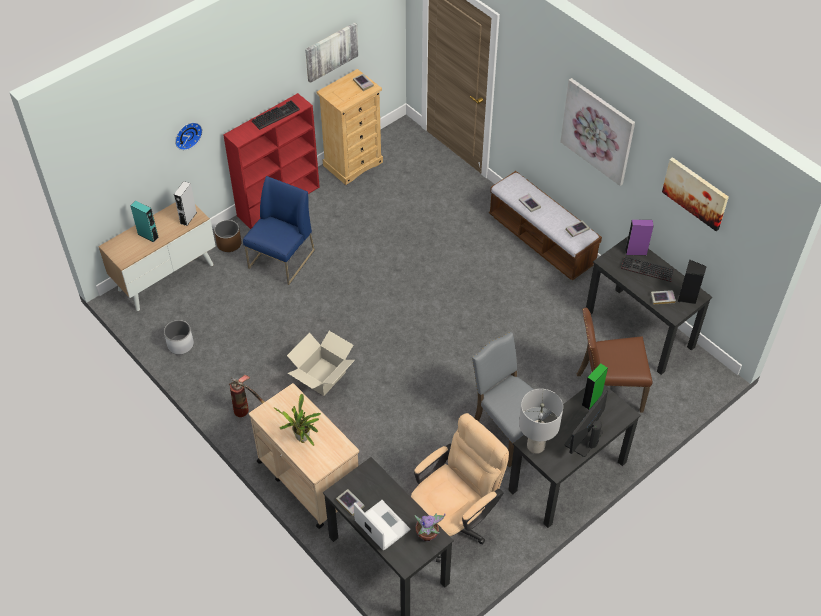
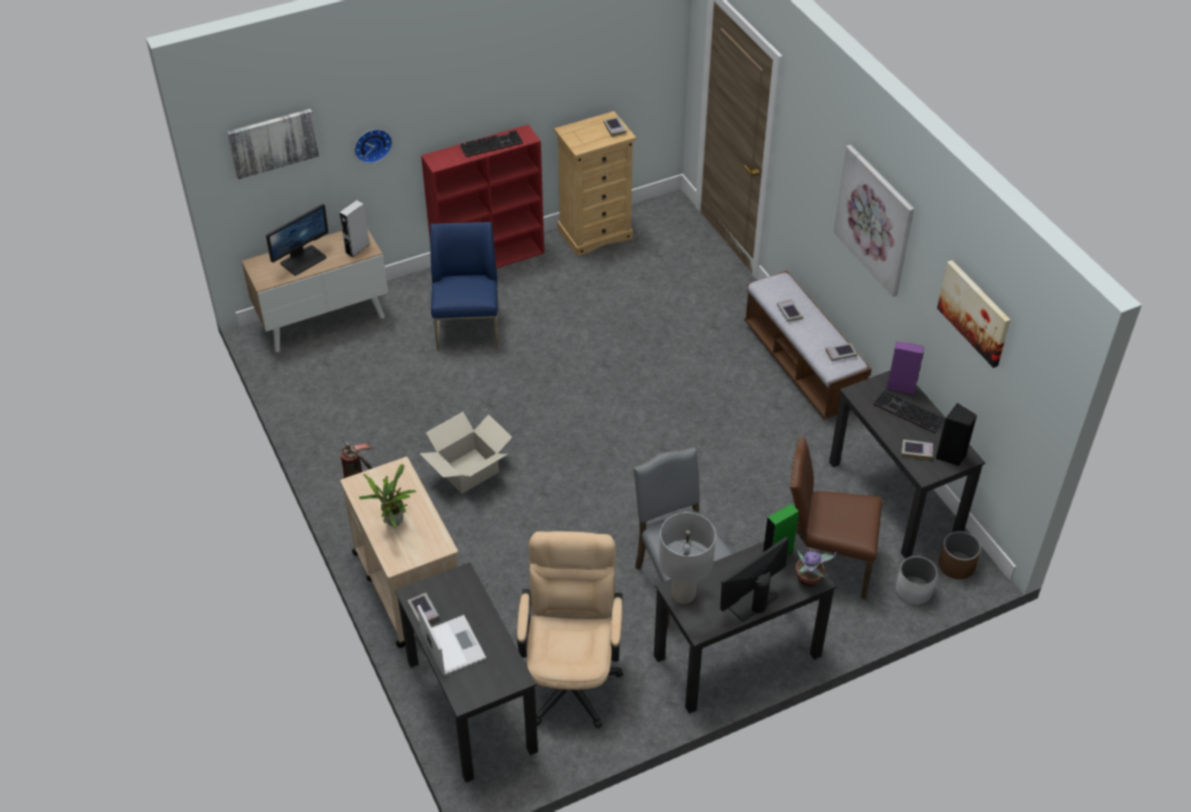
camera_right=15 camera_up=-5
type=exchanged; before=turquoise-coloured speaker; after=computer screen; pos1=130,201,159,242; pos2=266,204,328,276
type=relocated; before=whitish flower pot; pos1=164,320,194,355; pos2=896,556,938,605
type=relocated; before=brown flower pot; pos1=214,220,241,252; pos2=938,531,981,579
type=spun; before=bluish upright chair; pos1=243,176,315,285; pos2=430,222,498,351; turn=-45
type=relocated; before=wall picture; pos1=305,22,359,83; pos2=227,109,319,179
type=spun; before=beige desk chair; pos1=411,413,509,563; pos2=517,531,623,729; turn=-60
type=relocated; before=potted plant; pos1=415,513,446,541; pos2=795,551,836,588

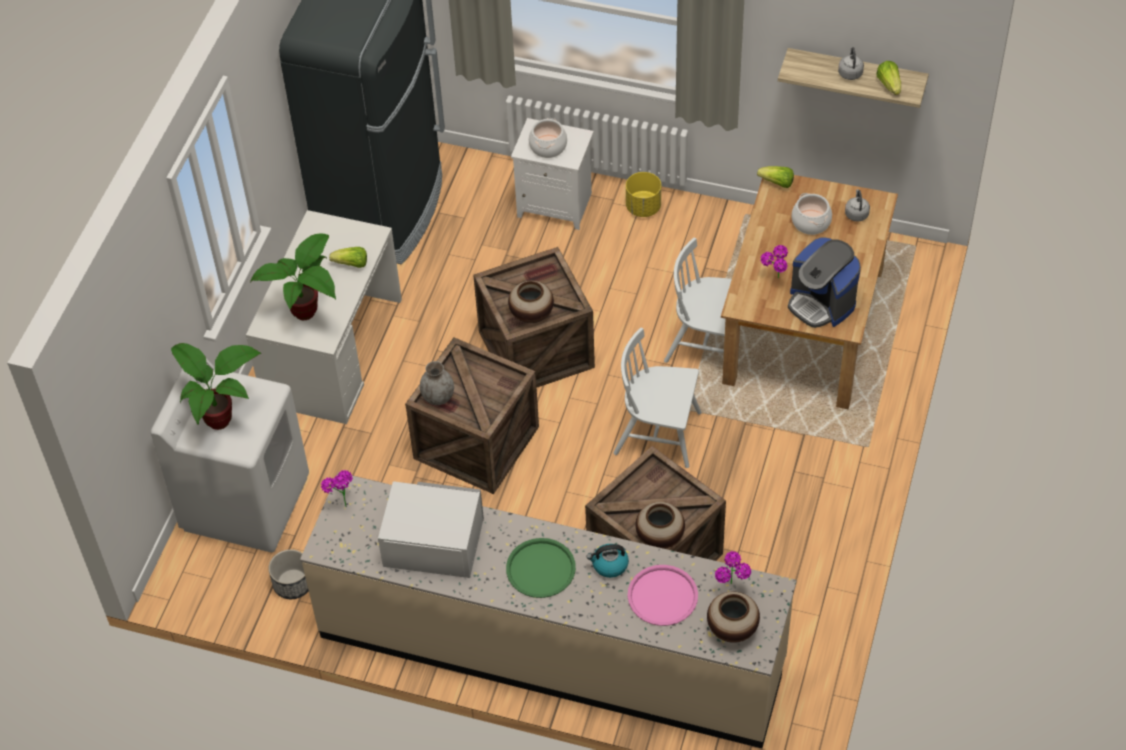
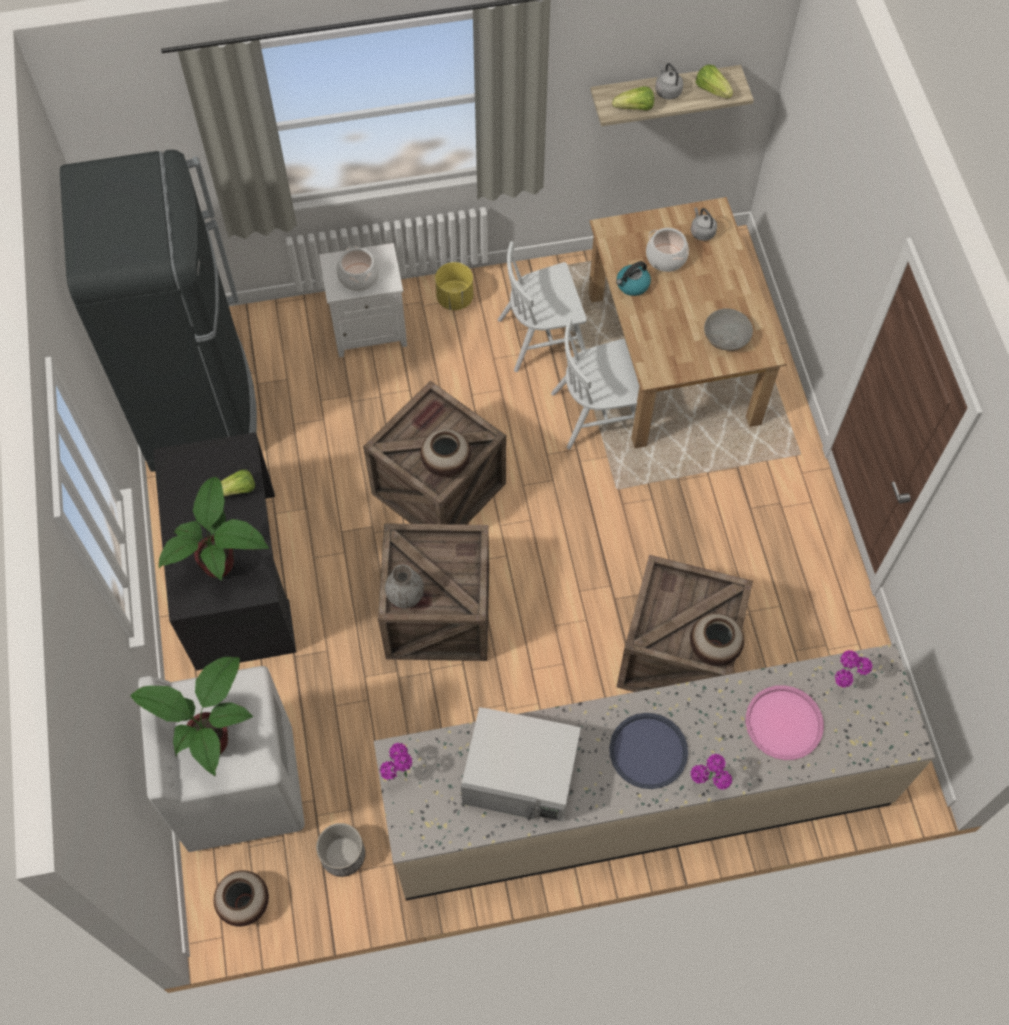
camera_right=-30 camera_up=10
type=colour; before=whitish desk table; after=black desk table; pos1=246,210,402,424; pos2=153,432,296,671
type=spun; before=whitish kitchen microwave; pos1=378,481,484,578; pos2=461,707,581,821; turn=-150
type=colour; before=green serving tray; after=bluish serving tray; pos1=506,538,576,598; pos2=609,713,688,789
type=relocated; before=water kettle; pos1=587,544,629,578; pos2=616,261,651,296
type=relocated; before=whitish upright chair; pos1=614,328,702,468; pos2=498,241,587,372
type=relocated; before=flower vase; pos1=707,592,760,643; pos2=214,870,269,927
type=relocated; before=lettuce; pos1=757,166,794,188; pos2=612,86,654,111
type=relocated; before=potted plant; pos1=761,245,788,279; pos2=691,754,732,790
type=exchanged; before=coffee machine; after=grey bowl; pos1=788,238,861,328; pos2=704,308,753,351

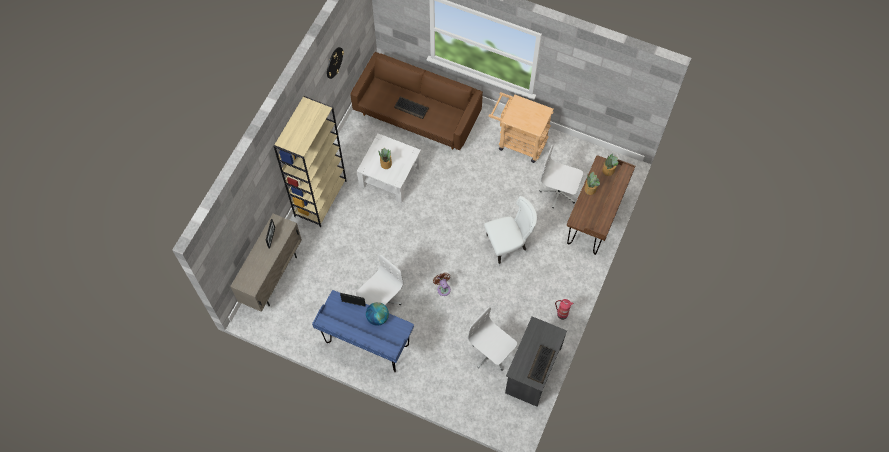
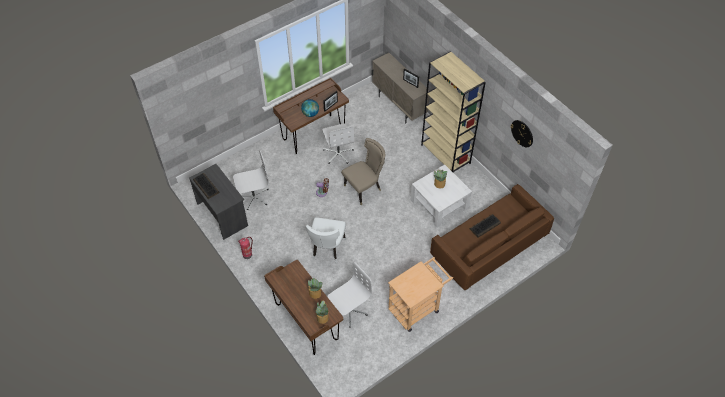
camera_right=120 camera_up=-10
type=colour; before=bluish desk table; after=brown desk table; pos1=312,290,414,372; pos2=273,78,349,154
type=appeared; after=beige upright chair; pos2=341,138,385,205

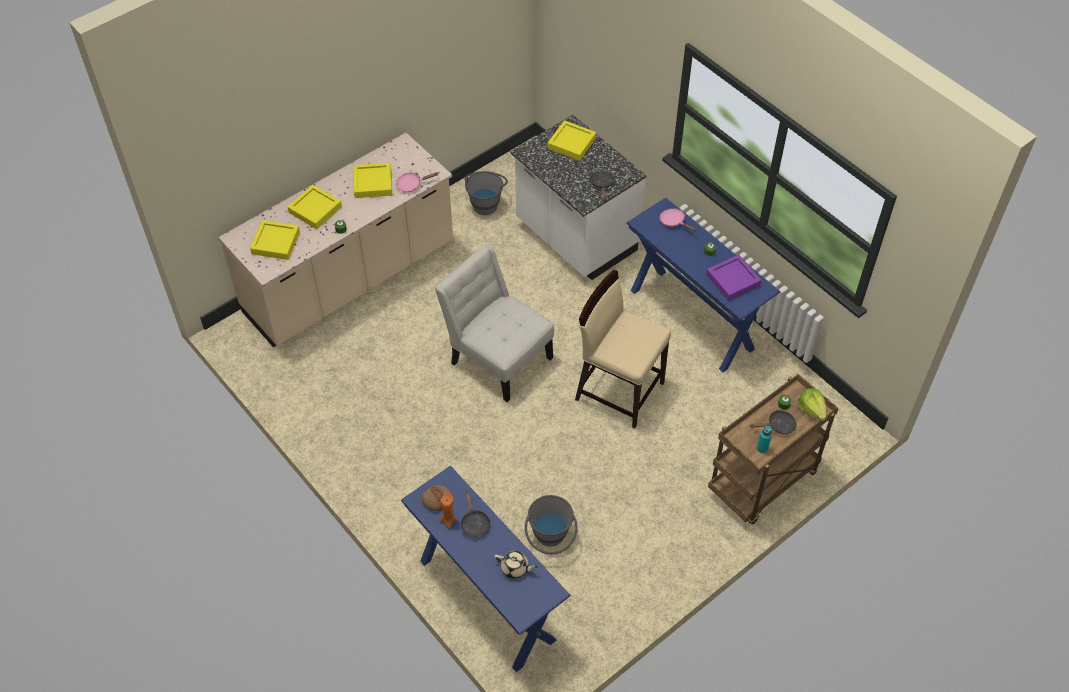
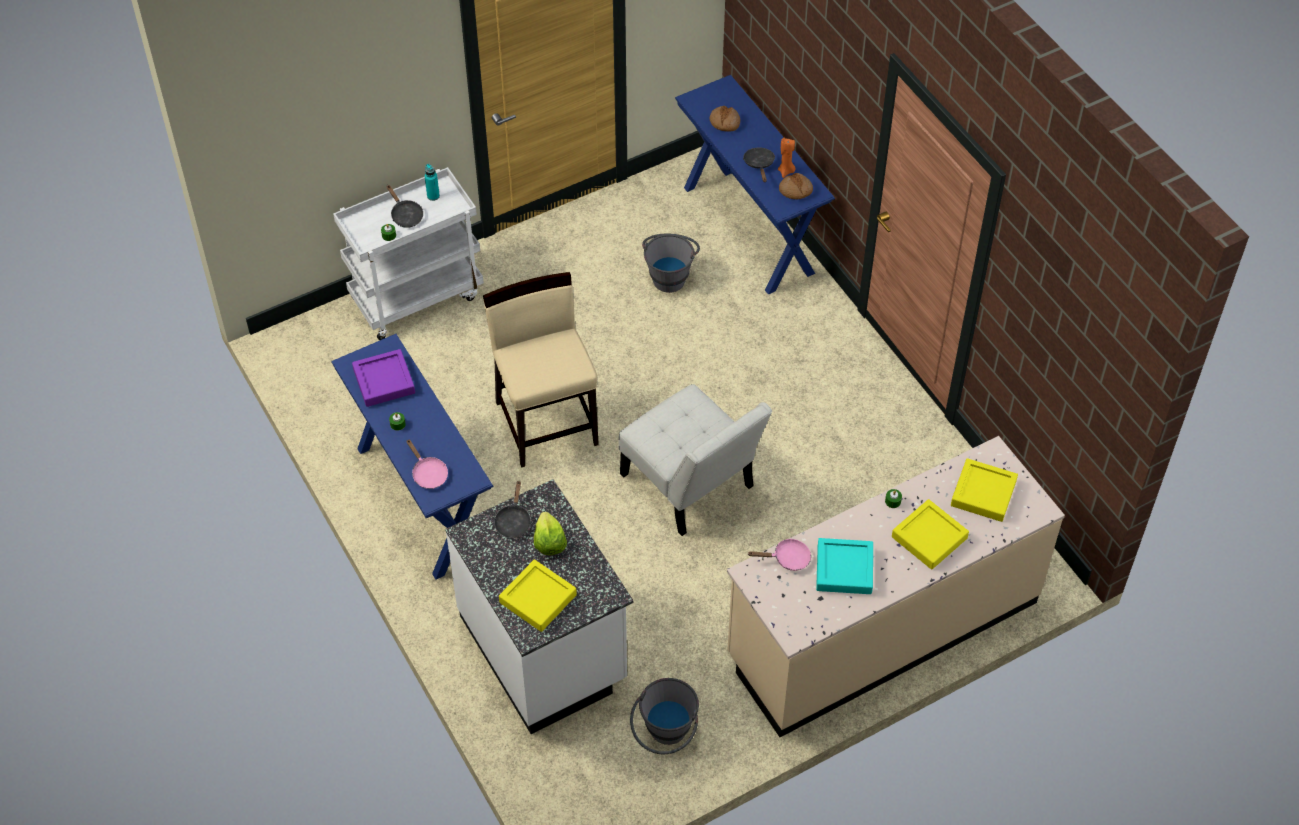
camera_right=-170 camera_up=0
type=colour; before=yellowish serving tray; after=turquoise-coloured serving tray; pos1=353,163,392,198; pos2=816,538,873,594
type=exchanged; before=beige pot for tea; after=baked bread; pos1=494,551,538,579; pos2=710,106,740,132
type=spun; before=beige upright chair; pos1=575,270,671,428; pos2=483,272,599,468; turn=-150
type=colour; before=brown wheeled cart; after=whitish wheeled cart; pos1=708,374,839,524; pos2=333,167,484,340
type=spun; before=black frying pan; pos1=750,410,797,434; pos2=387,185,423,228; turn=-120
type=relocated; before=lettuce; pos1=798,388,827,421; pos2=534,512,567,555

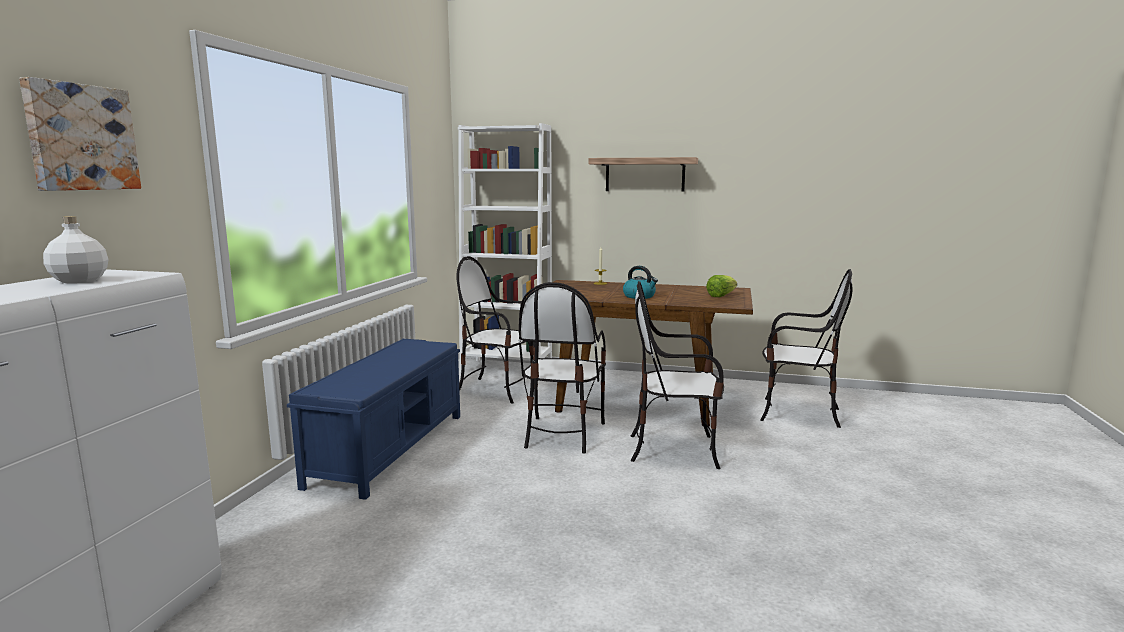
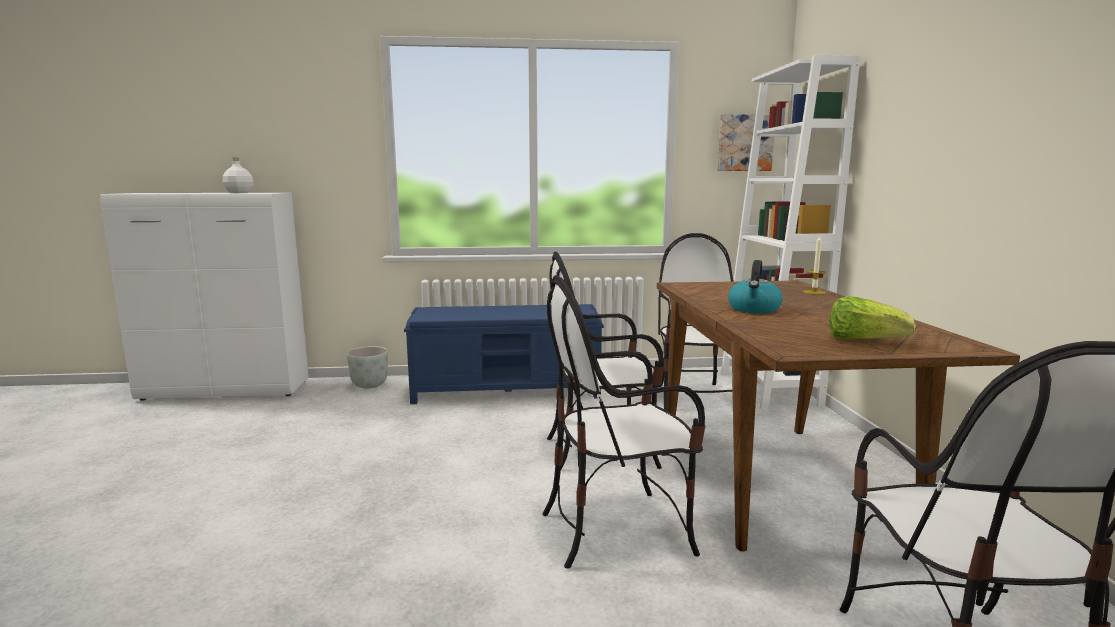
camera_right=70 camera_up=0
type=relocated; before=wall picture; pos1=19,77,141,191; pos2=718,114,774,171
type=missing; before=shelf; pos1=588,157,698,192
type=spun; before=upright chair; pos1=631,281,724,469; pos2=542,275,705,569; turn=-90
type=appeared; after=grey flower pot; pos2=347,346,388,388

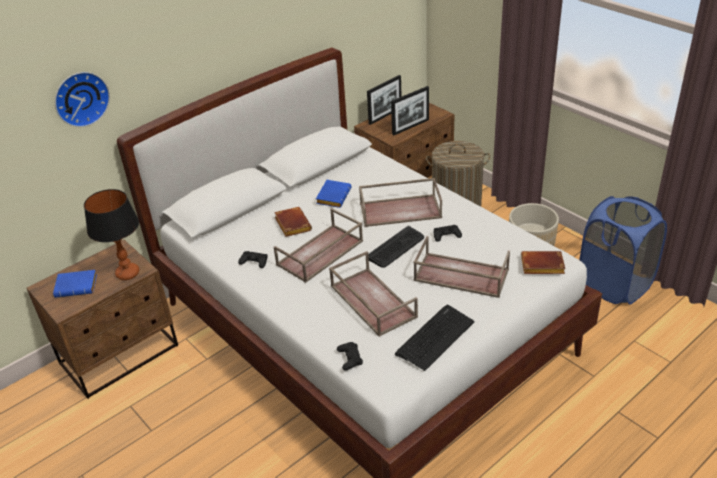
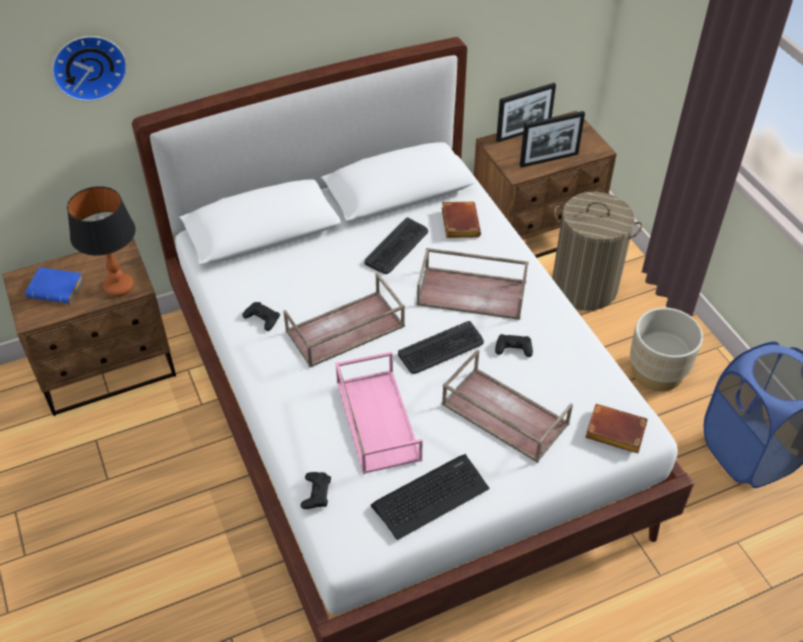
camera_right=15 camera_up=10
type=relocated; before=brown bound book; pos1=274,207,312,237; pos2=441,202,481,238
type=exchanged; before=bluish bound book; after=PC keyboard; pos1=316,180,352,208; pos2=364,218,428,274
type=colour; before=brown serving tray; after=pink-coloured serving tray; pos1=329,251,418,337; pos2=335,352,423,474

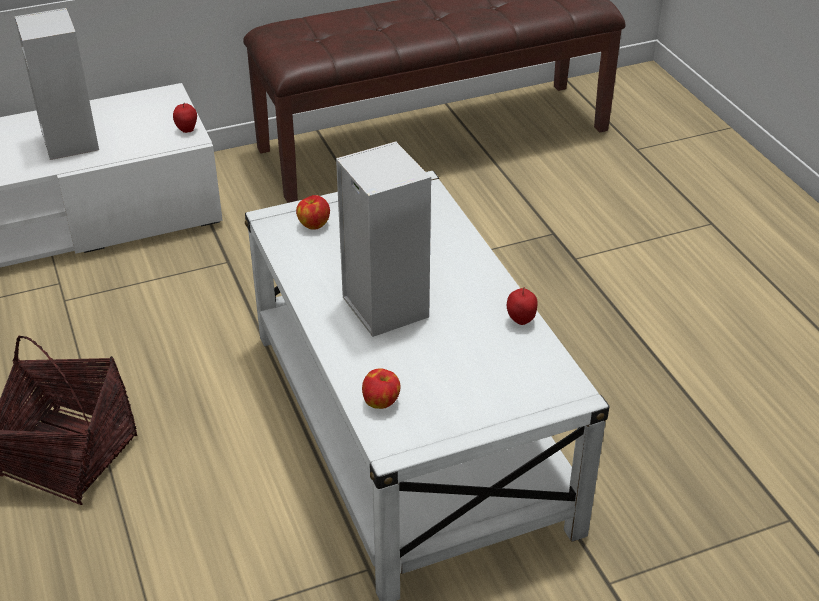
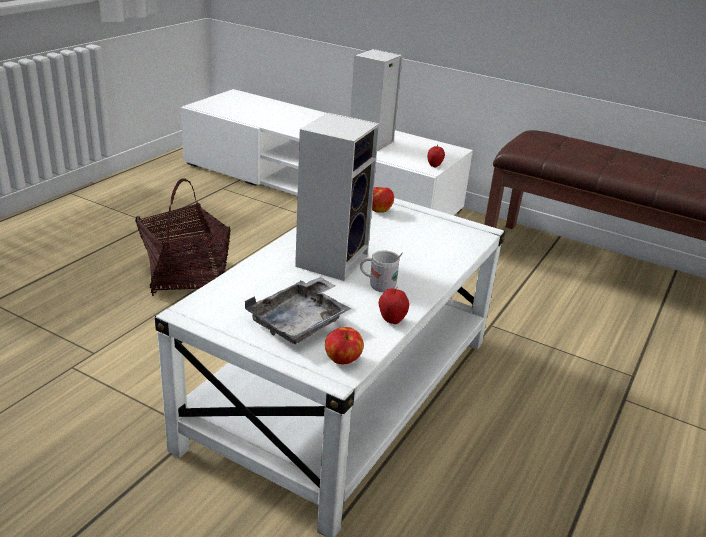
camera_right=50 camera_up=-10
type=relocated; before=apple fruit; pos1=362,368,401,409; pos2=325,327,364,364
type=appeared; after=grey serving tray; pos2=245,277,351,344
type=appeared; after=whitish mug; pos2=360,251,403,292

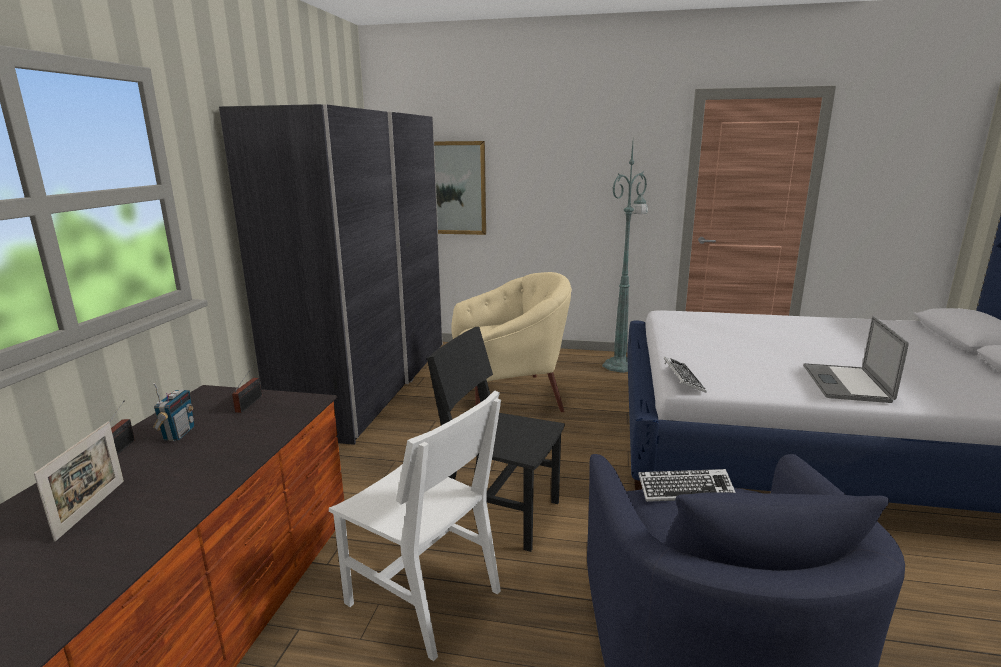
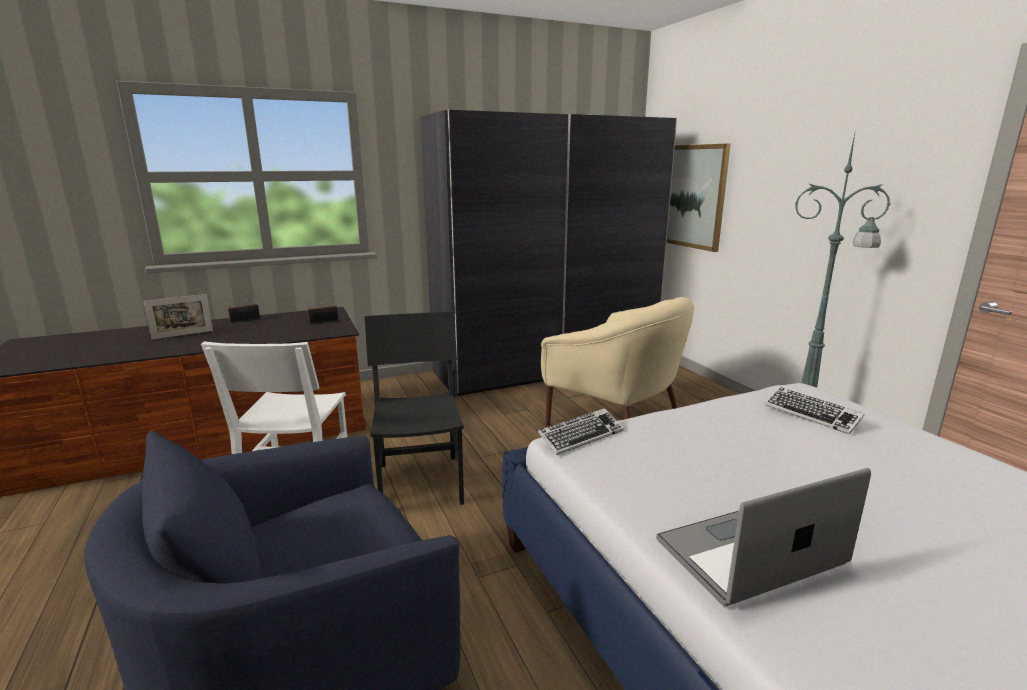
camera_right=55 camera_up=0
type=missing; before=radio receiver; pos1=153,383,194,441
type=relocated; before=PC keyboard; pos1=638,469,736,502; pos2=765,387,864,434

